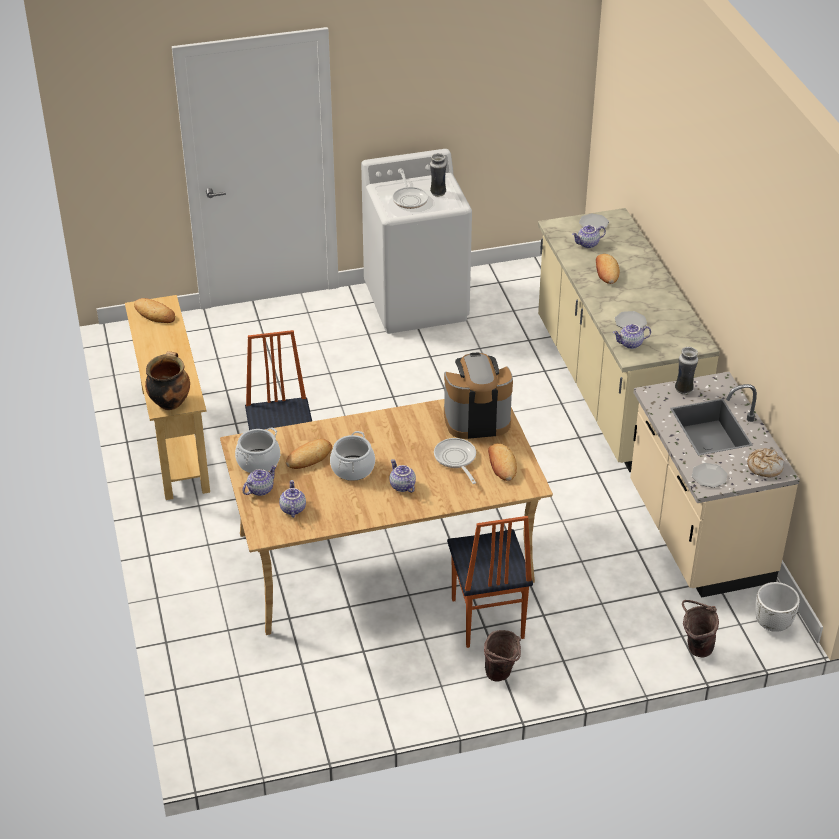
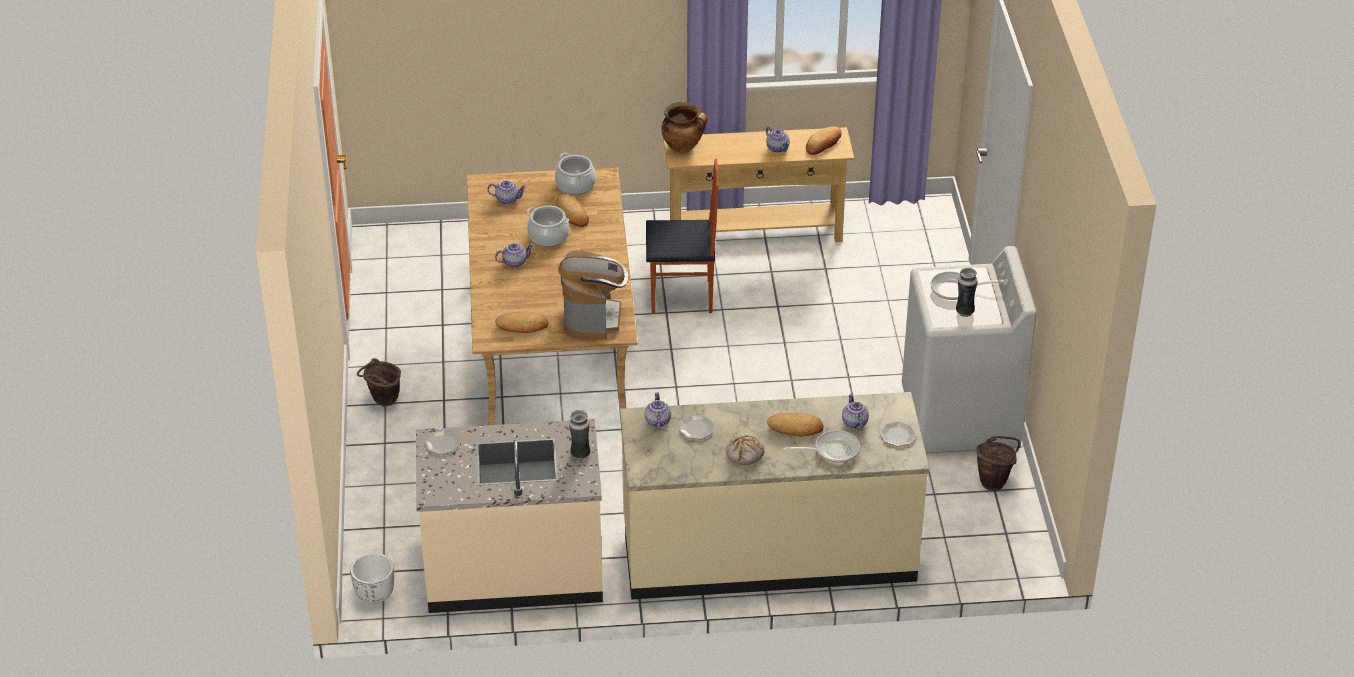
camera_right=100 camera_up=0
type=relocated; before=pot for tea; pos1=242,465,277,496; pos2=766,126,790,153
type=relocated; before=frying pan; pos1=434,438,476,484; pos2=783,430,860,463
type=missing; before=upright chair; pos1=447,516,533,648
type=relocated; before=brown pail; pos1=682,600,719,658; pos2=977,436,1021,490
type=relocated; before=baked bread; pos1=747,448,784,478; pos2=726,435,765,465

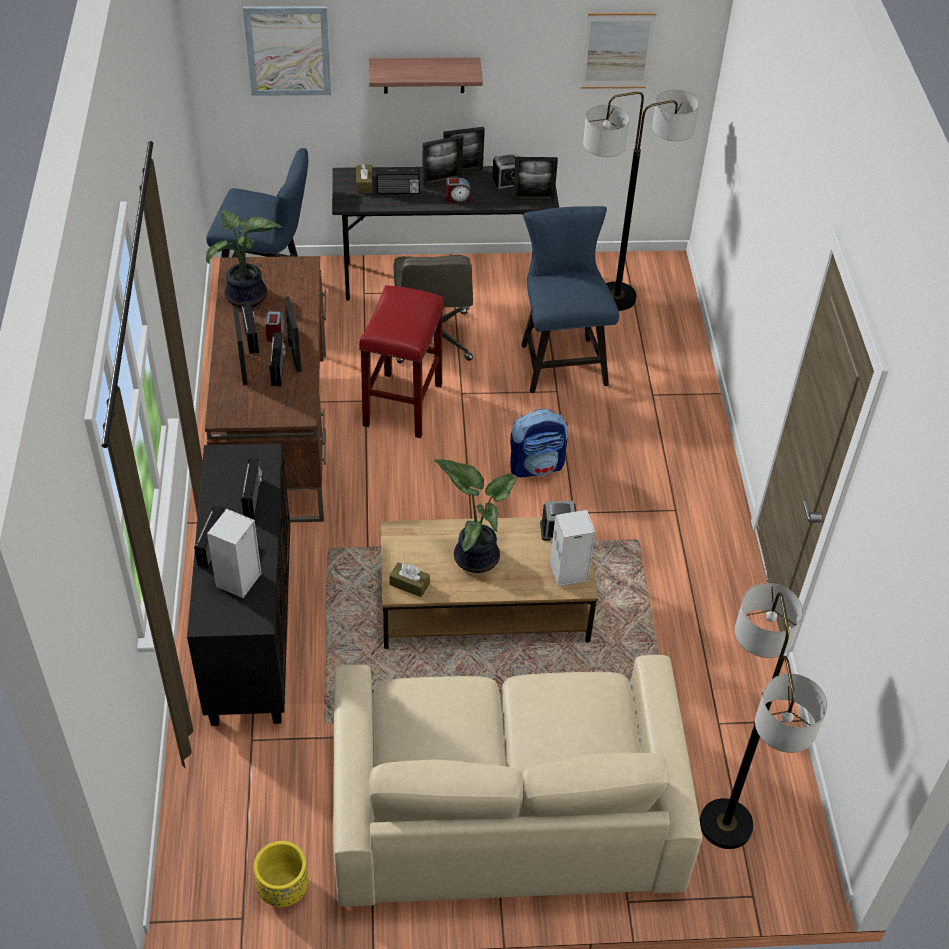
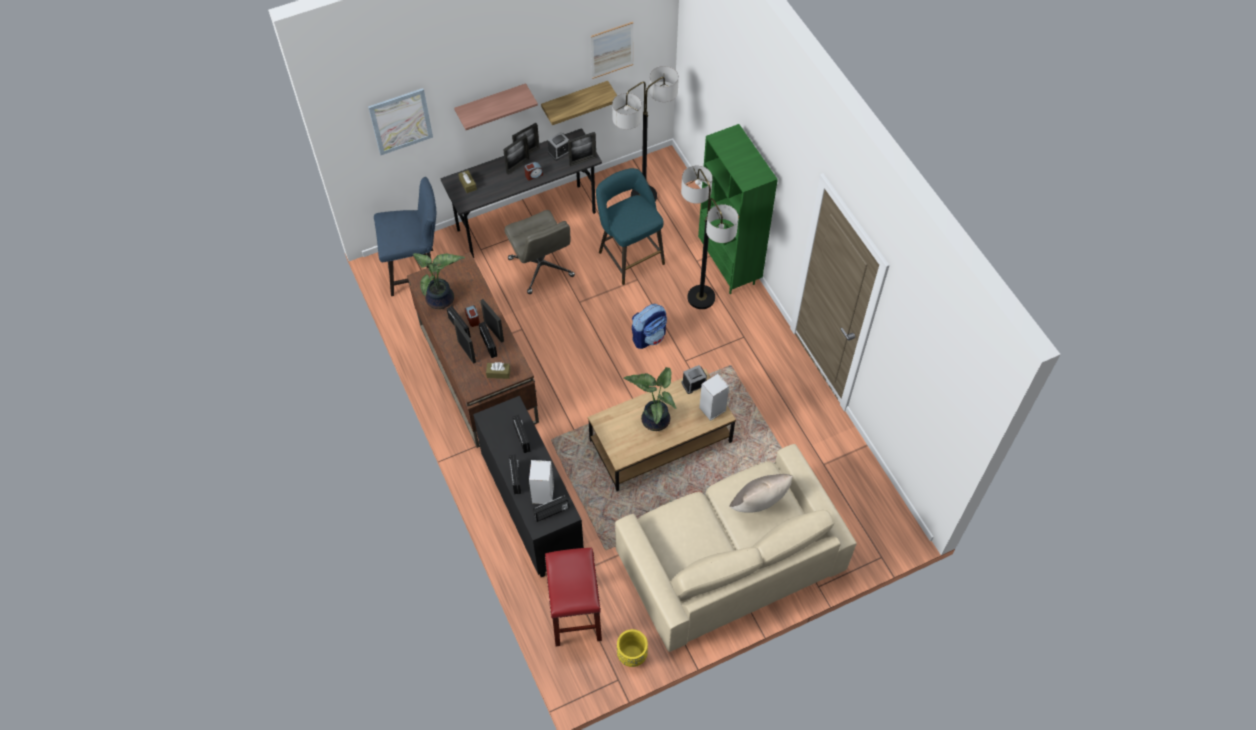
camera_right=-20 camera_up=10
type=relocated; before=red-coloured stool; pos1=359,285,445,438; pos2=545,547,602,646
type=relocated; before=radio receiver; pos1=376,169,420,194; pos2=533,494,569,522
type=relocated; before=brown tissue holder; pos1=389,562,430,597; pos2=486,362,510,379
type=exchanged; before=bluish upright chair; after=turquoise-coloured stool; pos1=522,206,619,393; pos2=596,168,665,285
type=relocated; before=floor lamp; pos1=700,583,827,849; pos2=681,166,739,309
type=appeared; after=shelf; pos2=541,81,617,125
type=appeared; after=green bookshelf; pos2=698,124,778,294
type=appeared; after=beige throw pillow; pos2=729,474,793,512

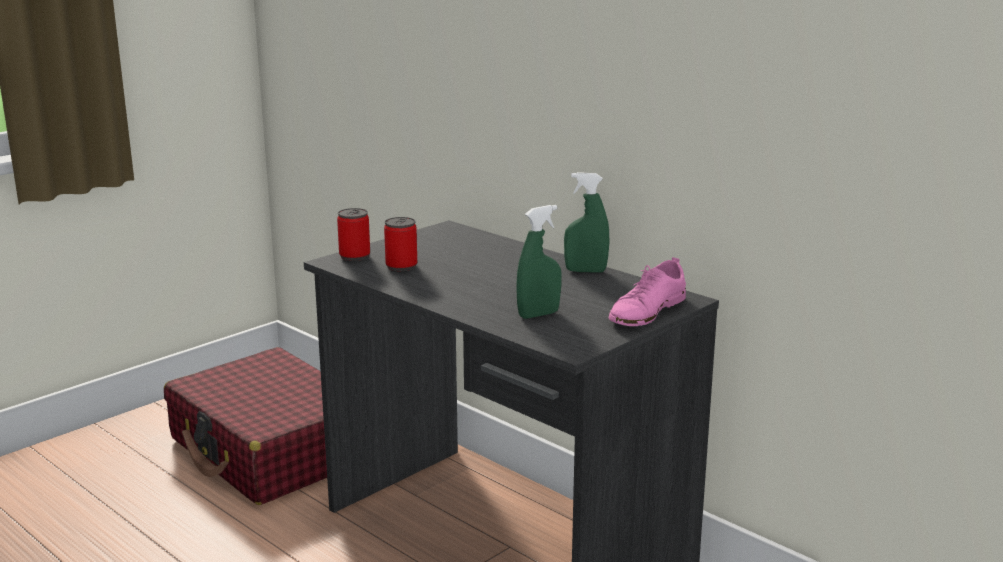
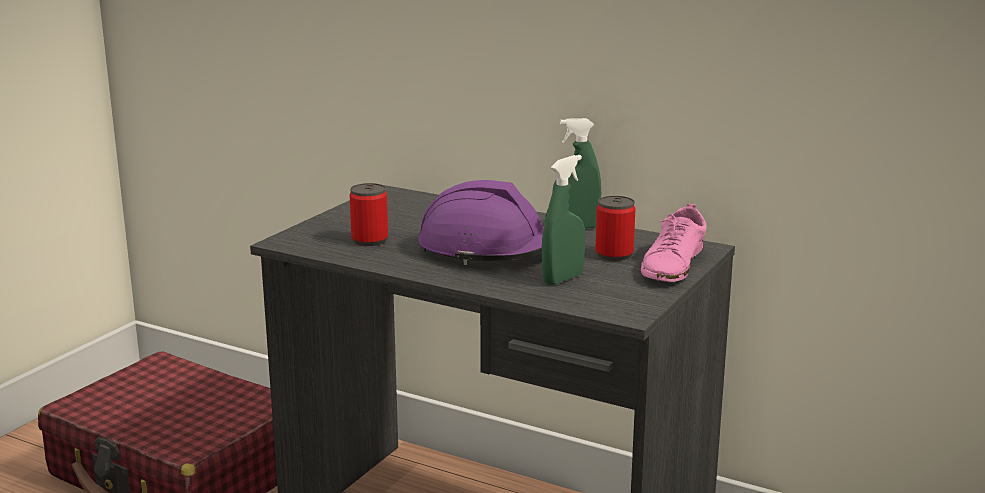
camera_right=-15 camera_up=0
type=relocated; before=sealed can; pos1=337,208,370,261; pos2=595,196,636,261
type=appeared; after=purple hard hat; pos2=418,180,548,265

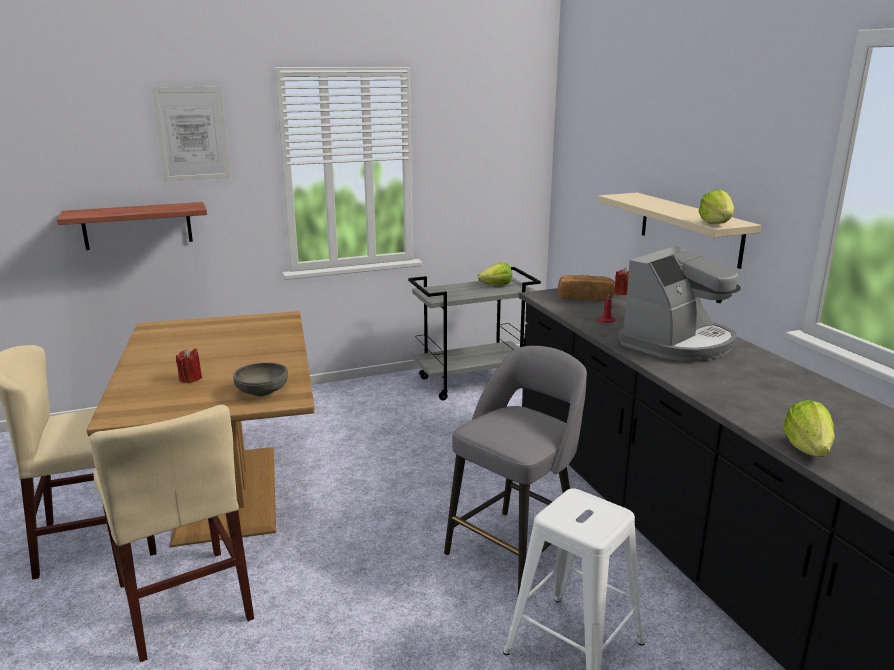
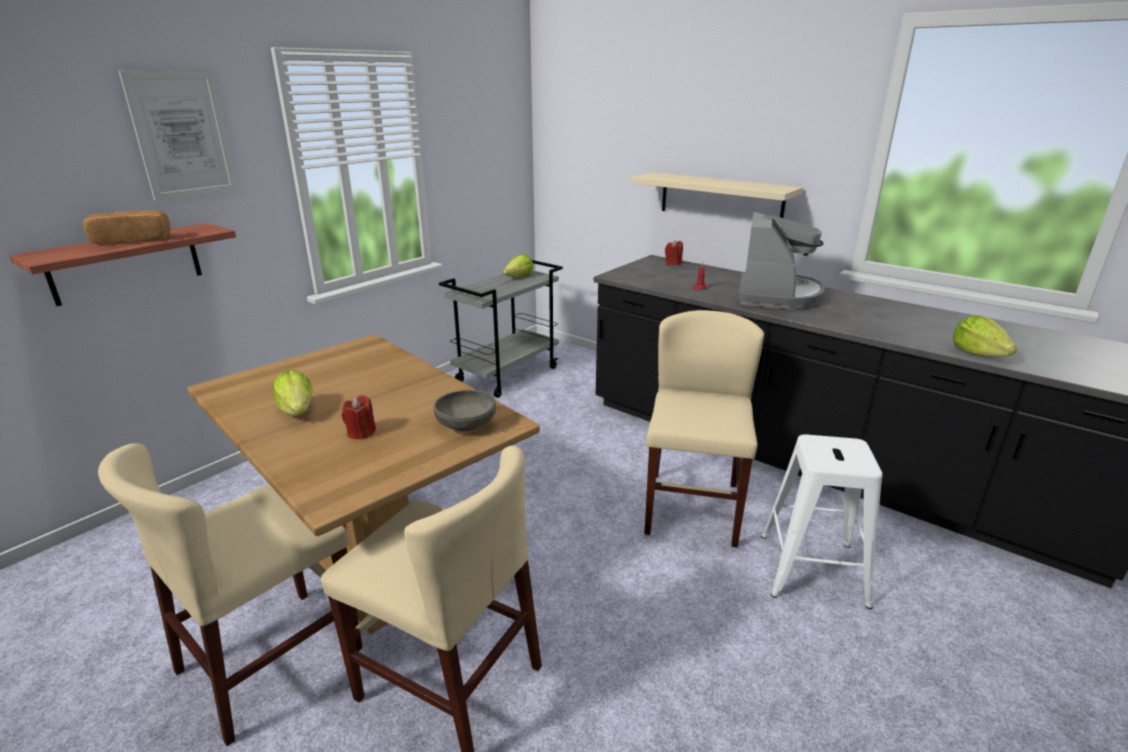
camera_right=-30 camera_up=5
type=exchanged; before=grey stool; after=beige upright chair; pos1=444,346,587,594; pos2=644,310,764,548
type=relocated; before=baked bread; pos1=558,275,615,301; pos2=83,210,171,244
type=relocated; before=lettuce; pos1=698,189,734,224; pos2=273,371,313,416

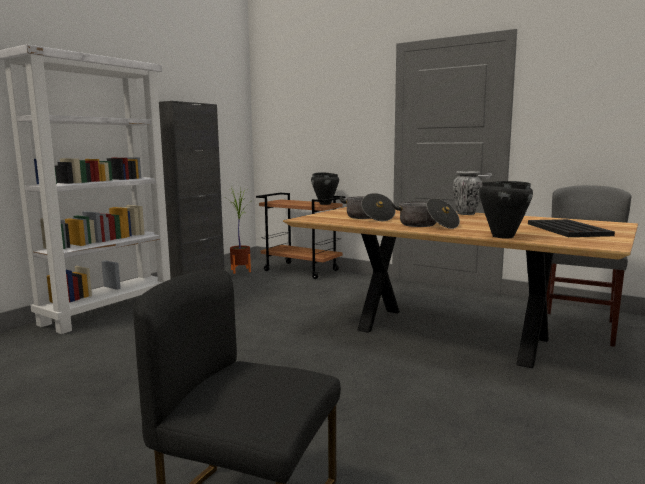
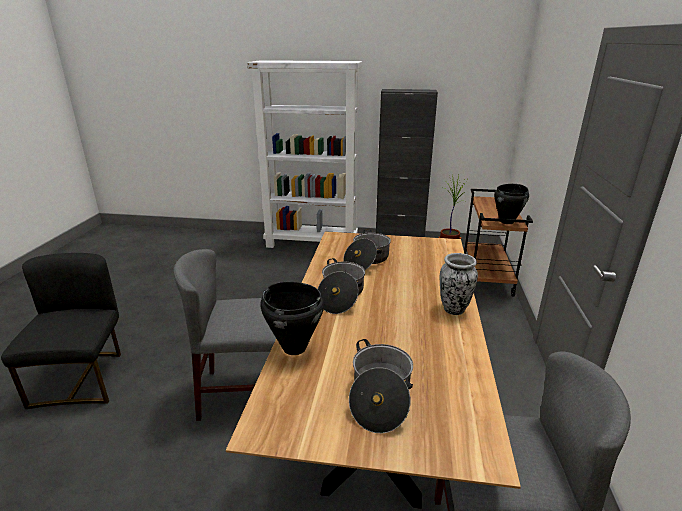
camera_right=65 camera_up=15
type=exchanged; before=black serving tray; after=cooking pot; pos1=528,219,615,237; pos2=349,339,413,433
type=appeared; after=grey upright chair; pos2=173,249,276,421

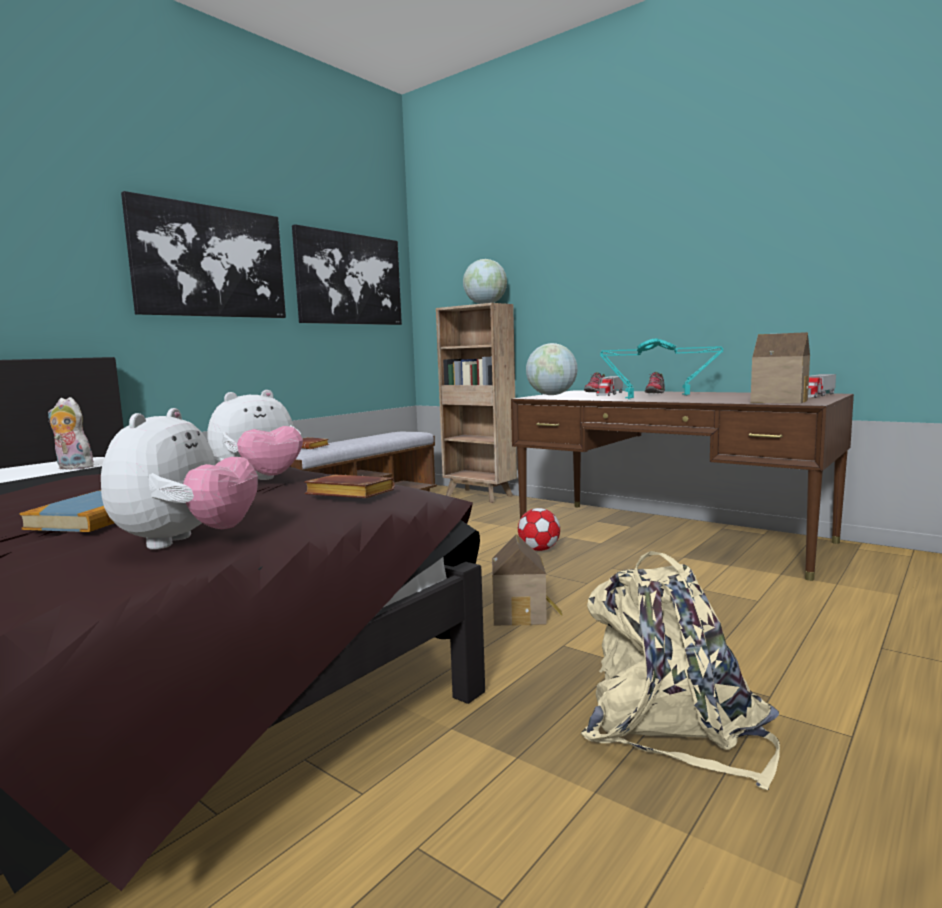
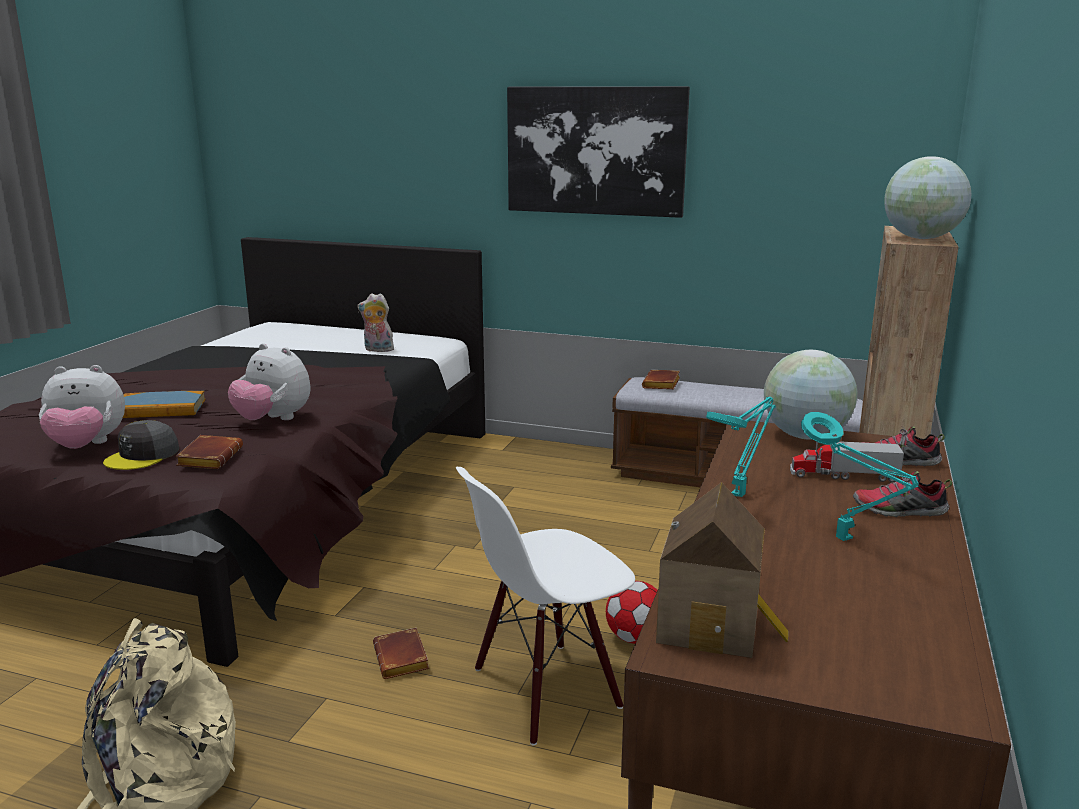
camera_right=70 camera_up=10
type=spun; before=soft toy; pos1=48,397,94,469; pos2=358,293,394,352; turn=-75
type=missing; before=wall picture; pos1=292,224,402,325
type=exchanged; before=miniature house; after=brown bound book; pos1=492,534,562,626; pos2=373,628,429,679
type=missing; before=model truck; pos1=808,374,836,398
type=appeared; after=grey cap; pos2=103,420,179,470
type=appeared; after=whitish upright chair; pos2=456,467,635,745

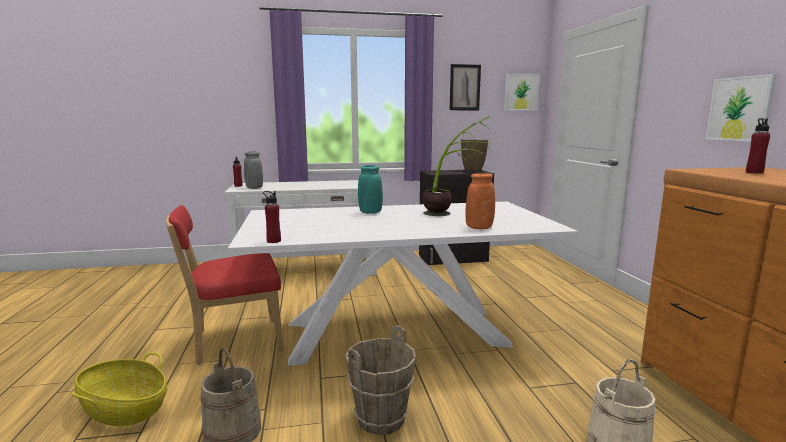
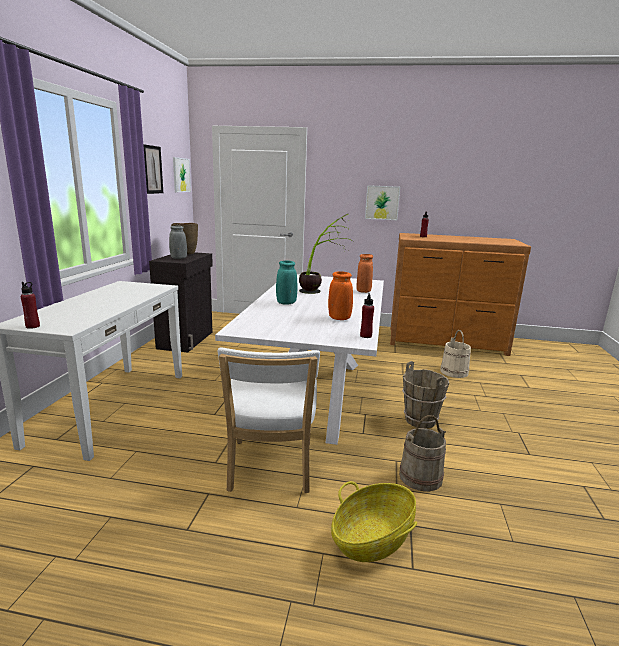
camera_right=-70 camera_up=5
type=colour; before=red-coloured upright chair; after=whitish upright chair; pos1=166,205,284,365; pos2=218,347,320,493
type=relocated; before=grey flower vase; pos1=244,152,263,189; pos2=169,226,187,259
type=appeared; after=orangey flower vase; pos2=328,271,353,320

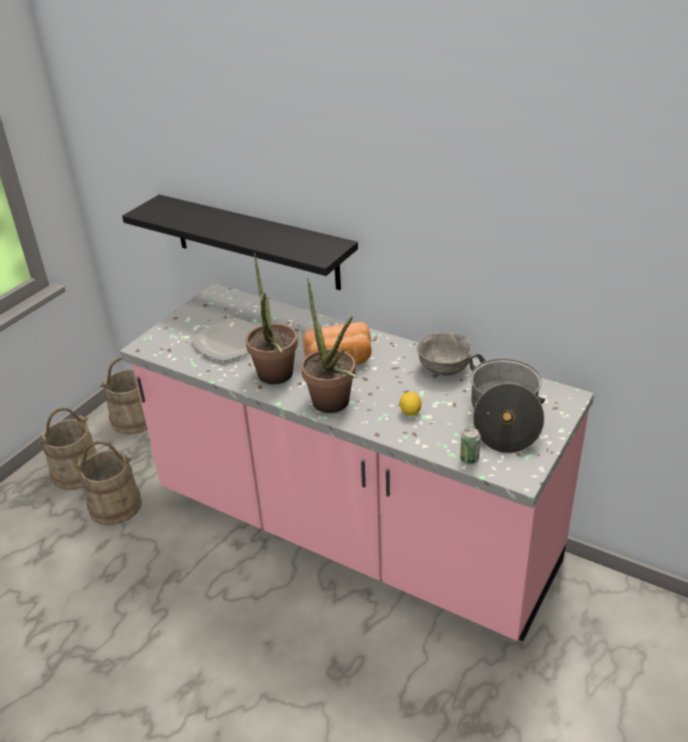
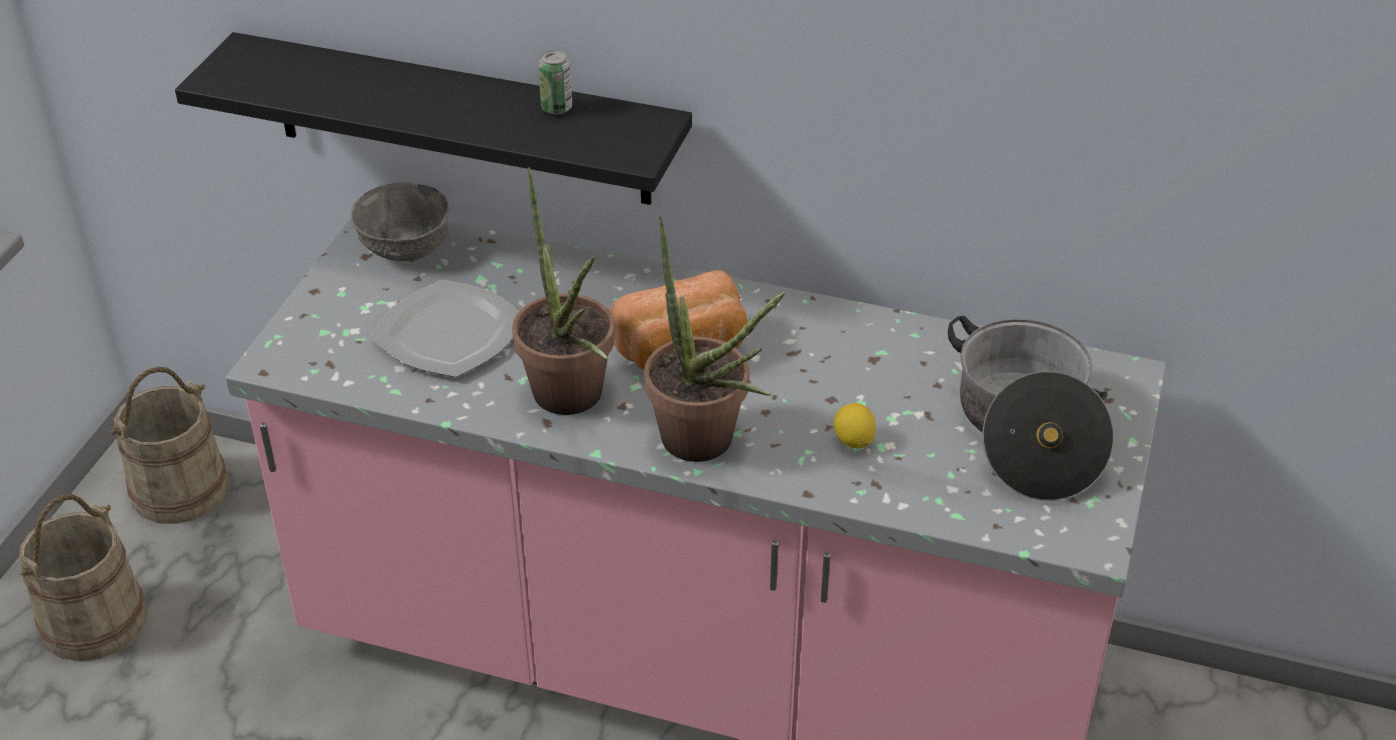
camera_right=-15 camera_up=5
type=missing; before=beige pail; pos1=74,441,142,526
type=relocated; before=grey bowl; pos1=417,332,472,376; pos2=350,182,449,261
type=relocated; before=sealed can; pos1=460,427,481,465; pos2=538,50,572,115

